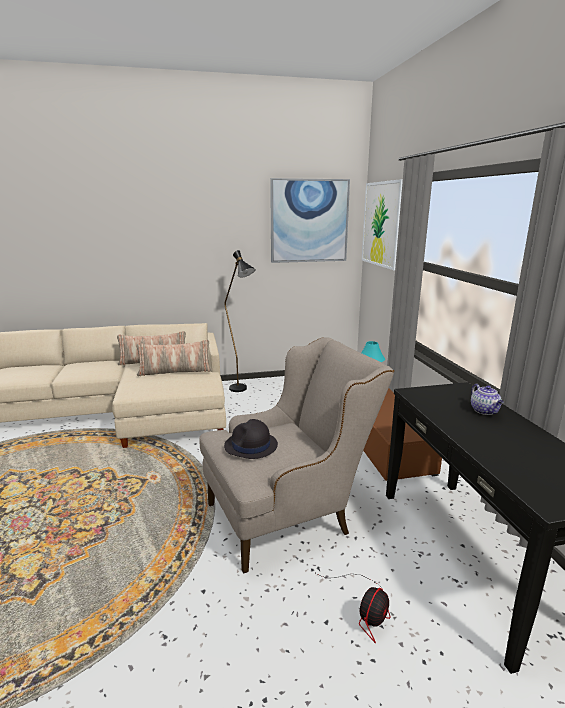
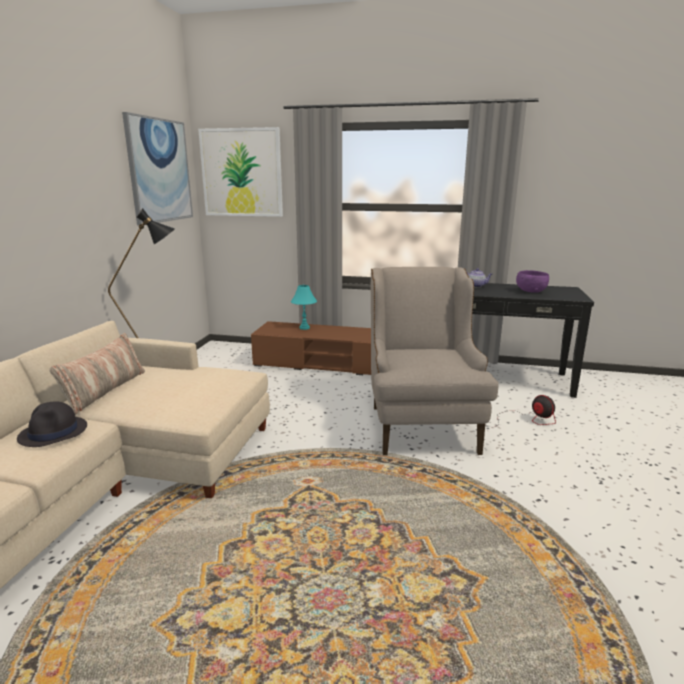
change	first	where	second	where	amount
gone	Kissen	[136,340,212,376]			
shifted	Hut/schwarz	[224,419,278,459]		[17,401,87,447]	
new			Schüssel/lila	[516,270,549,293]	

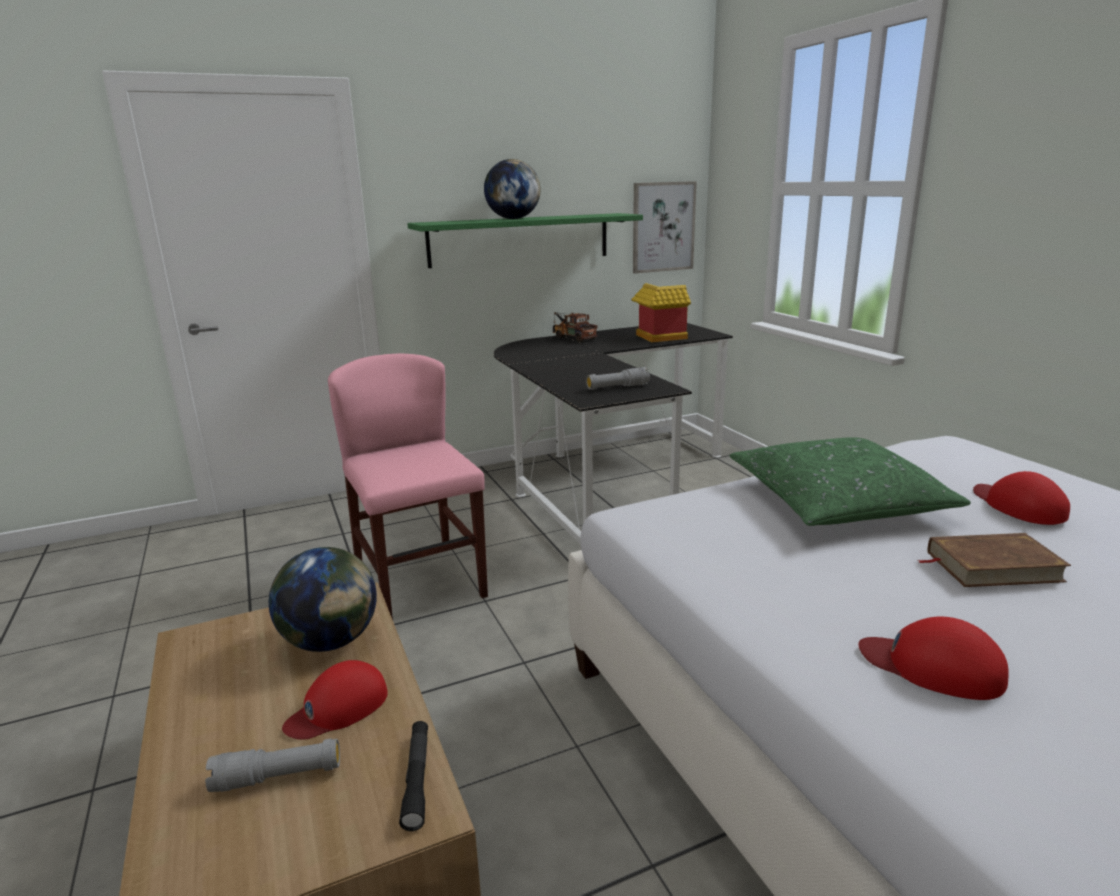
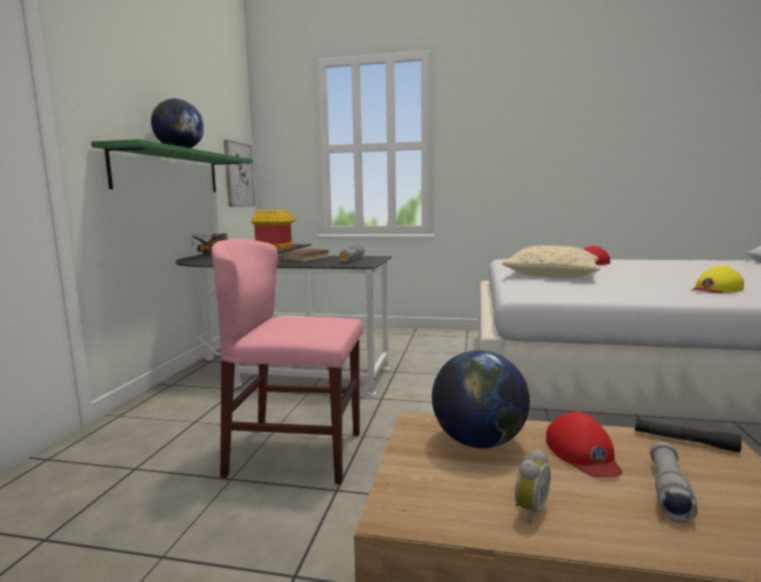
change	first	where	second	where	amount
repainted	Kissen/grün	[730,437,971,526]	Kissen/beige	[502,245,600,278]	
repainted	Kappe/rot	[859,617,1009,700]	Kappe/gelb	[691,265,744,293]	
shifted	Buch/braun	[918,533,1071,587]		[281,249,330,262]	
new			Wecker	[515,449,551,523]	

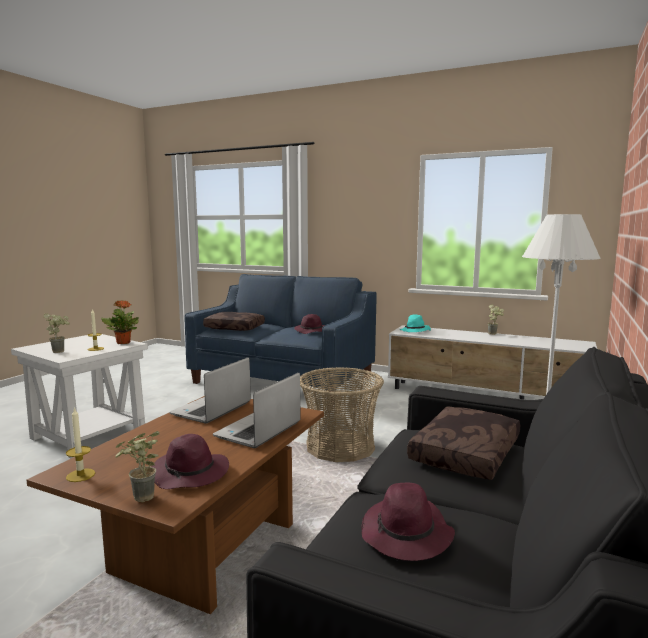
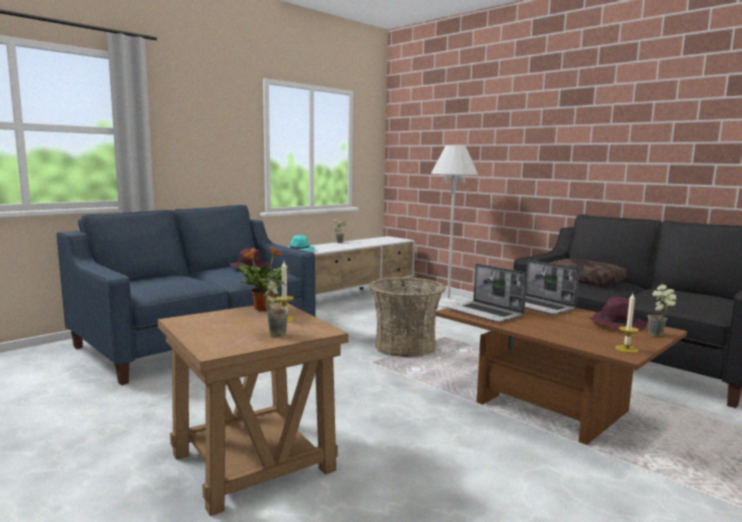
change	first	where	second	where	amount
repainted	Beistelltisch/weiß	[11,334,148,458]	Beistelltisch/braun	[158,302,348,516]	
gone	Kissen/braun	[203,312,265,331]			
gone	Hut/lila	[362,483,455,561]			

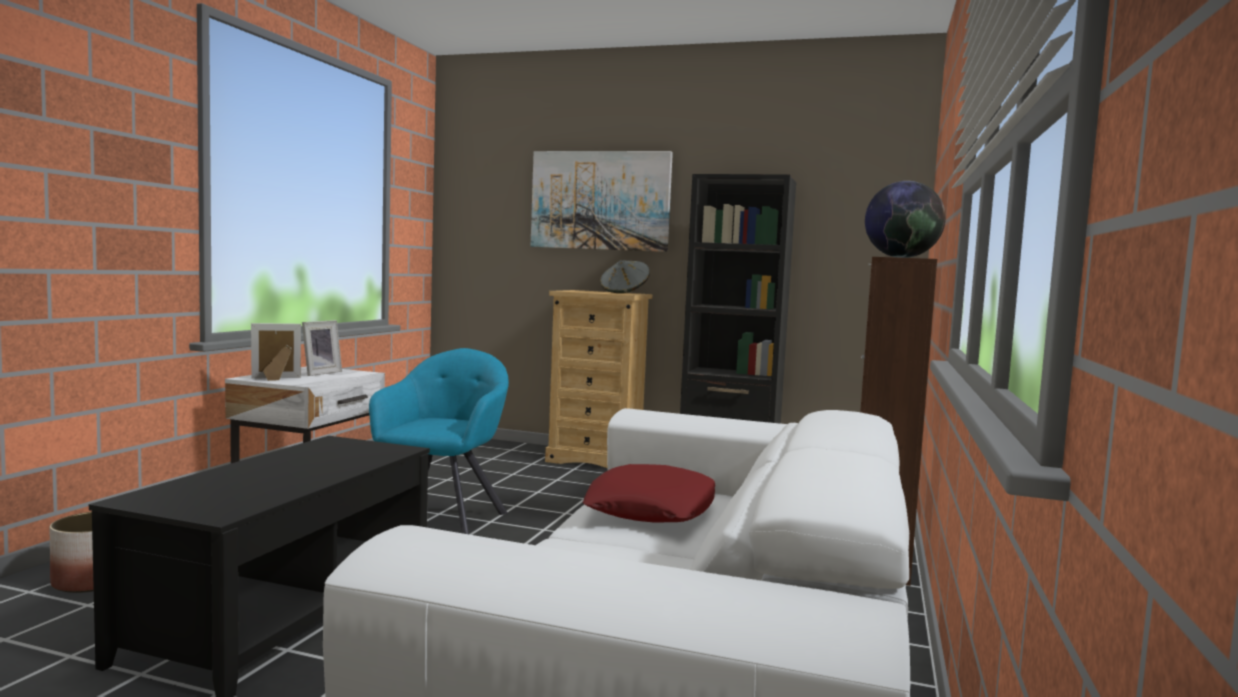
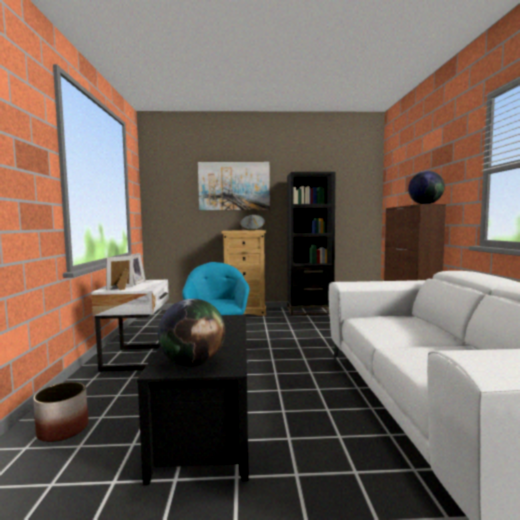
change	first	where	second	where	amount
gone	Kissen/rot	[583,464,715,523]			
new			Globus	[158,299,225,366]	

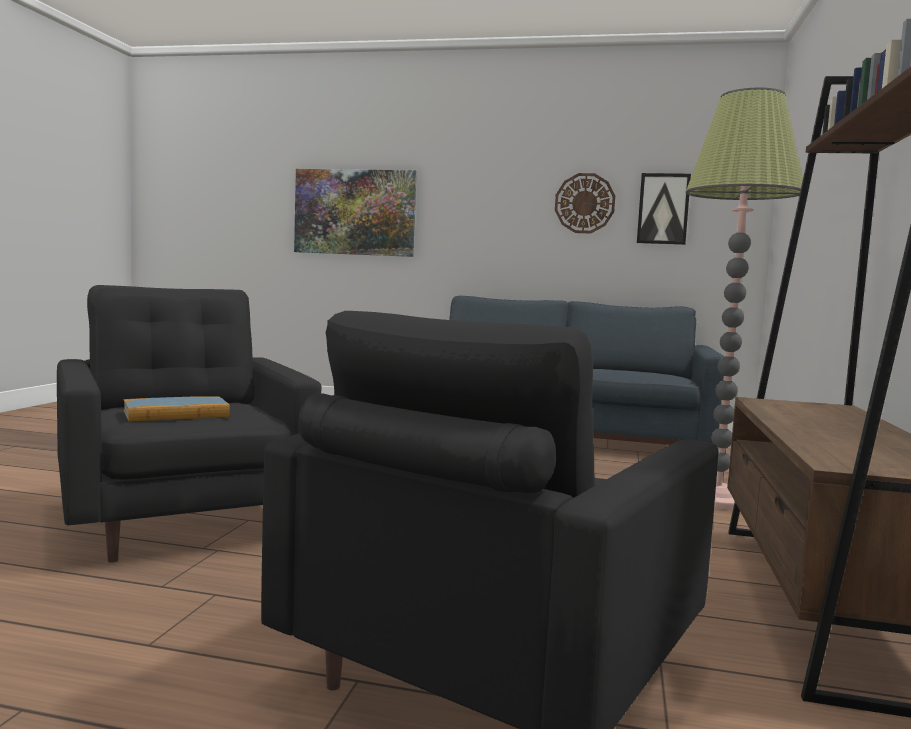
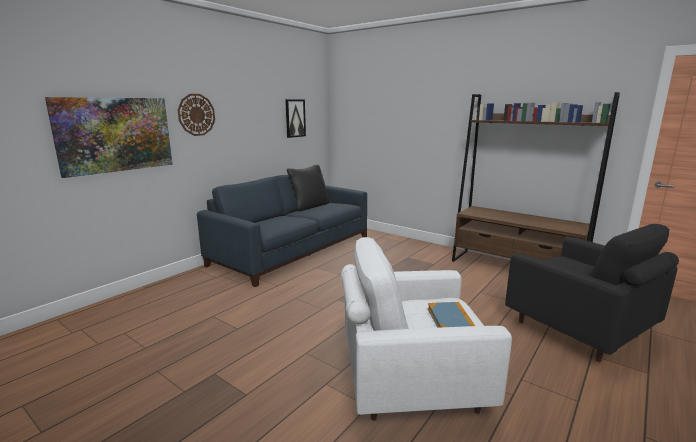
change	first	where	second	where	amount
repainted	Sessel/schwarz	[57,285,321,563]	Sessel/weiß	[341,237,512,421]	
shifted	Wanduhr	[555,173,615,234]		[178,94,215,136]	
gone	Stehlampe	[686,87,803,510]			
new			Kissen/schwarz	[287,164,329,211]	

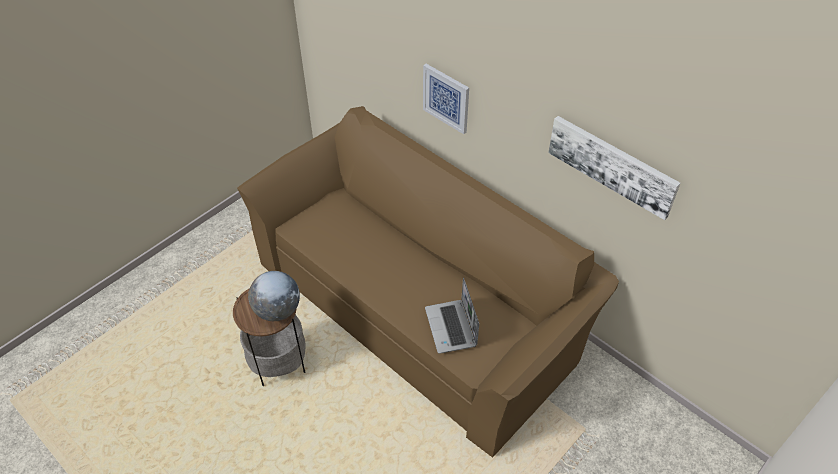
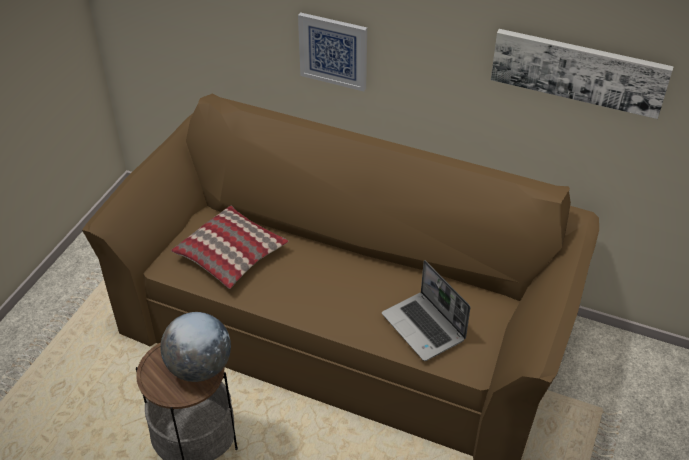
change	first	where	second	where	amount
new			Kissen	[171,206,289,289]	

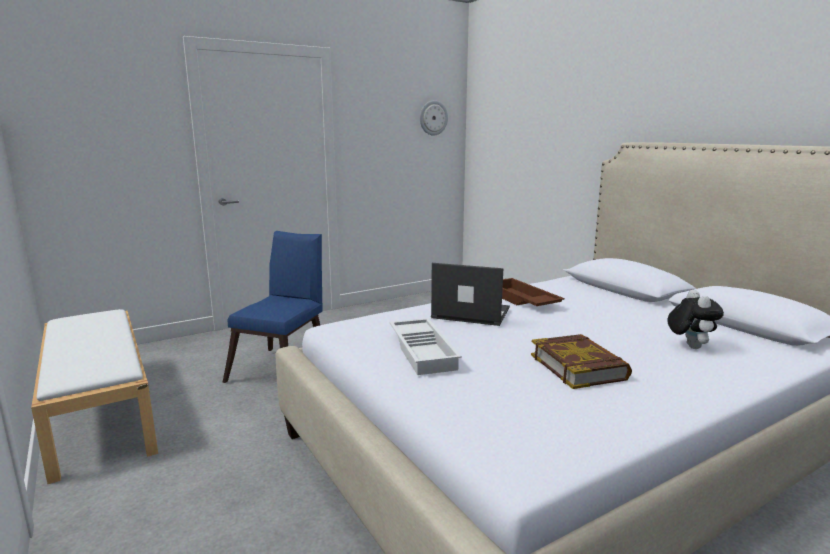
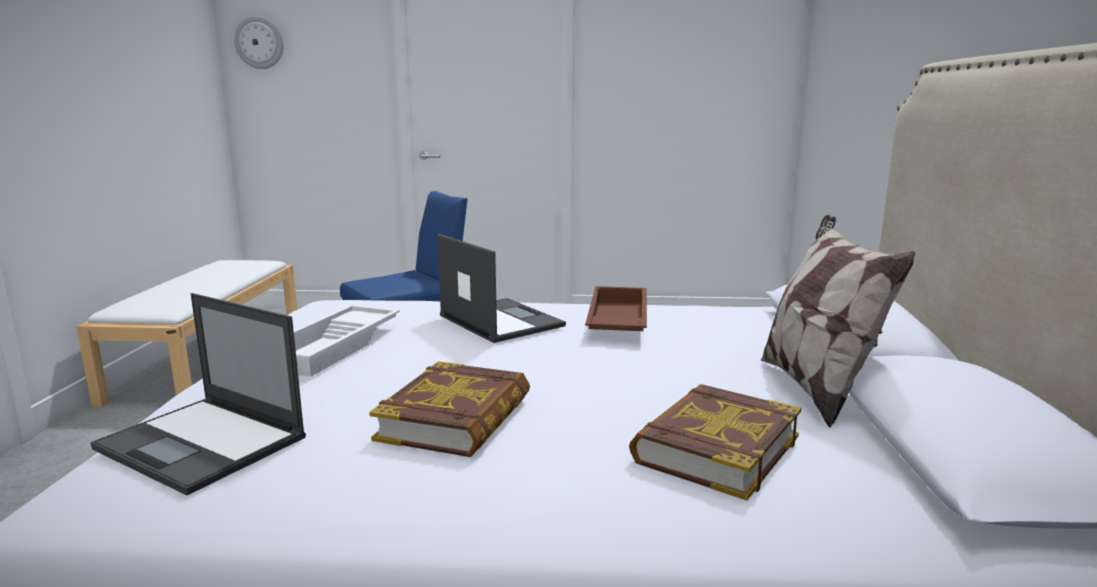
change	first	where	second	where	amount
shifted	Wanduhr	[420,100,448,136]		[234,16,284,69]	
swapped	Plüschtier	[668,290,724,349]	Buch	[629,384,801,501]	
new			Laptop	[90,293,306,495]	
new			Kissen	[761,214,915,428]	

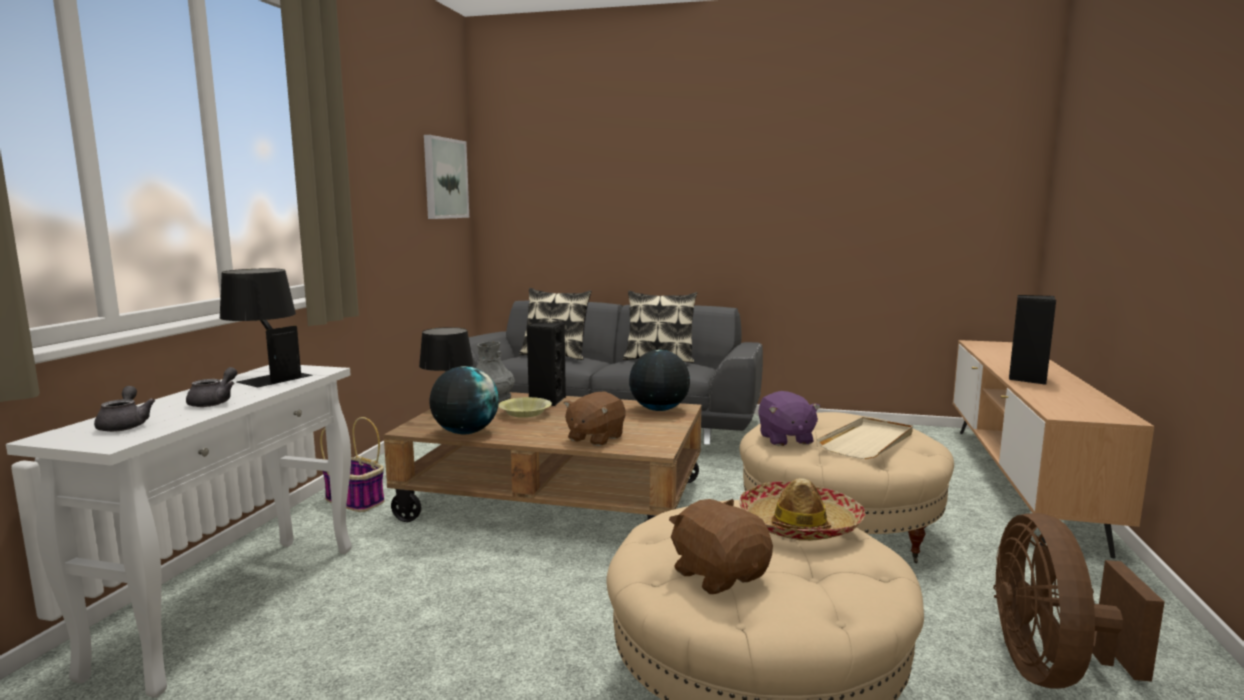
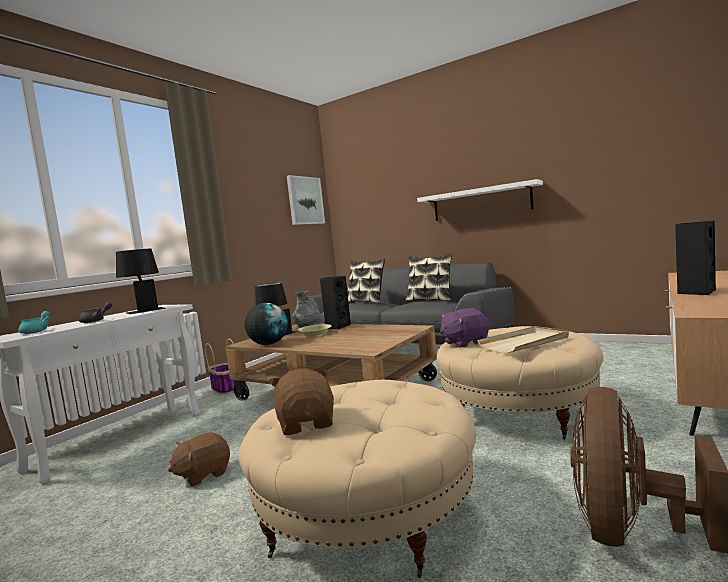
change	first	where	second	where	amount
repainted	Teekanne/grau	[94,386,155,432]	Teekanne/türkis	[18,311,50,334]	
shifted	Plüschtier/braun	[564,391,626,446]		[168,432,230,487]	
gone	Globus	[629,350,690,411]			
gone	Hut	[739,478,866,541]			
rotated	Plüschtier/lila	[758,391,821,446]		[440,308,489,348]	60 degrees clockwise
new			Wandregal/weiß	[417,179,543,221]	

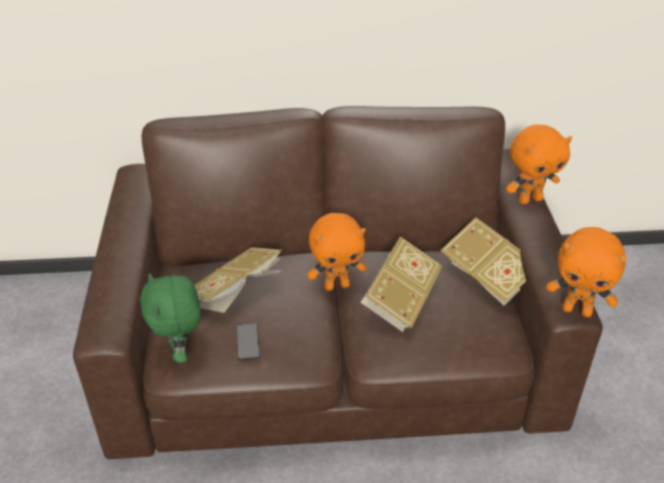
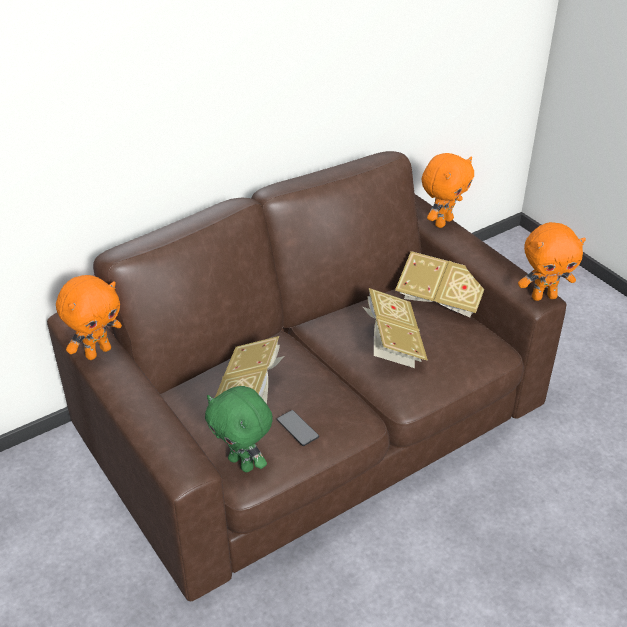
change	first	where	second	where	amount
shifted	Plüschtier/orange	[307,213,366,291]		[56,275,122,360]	

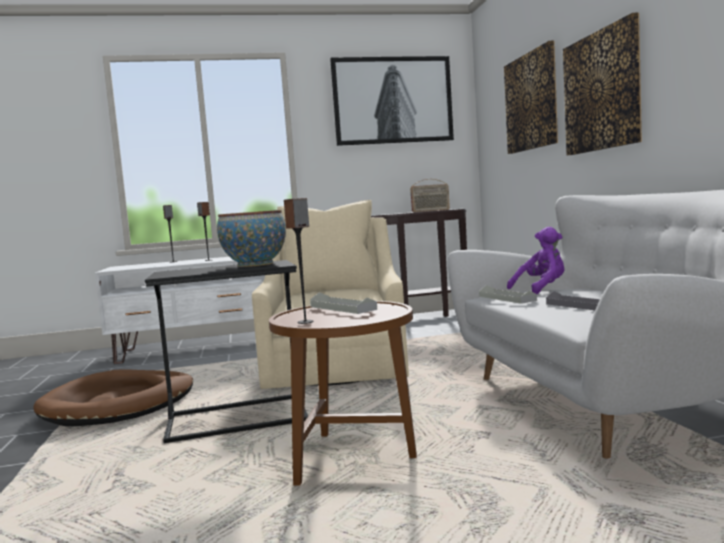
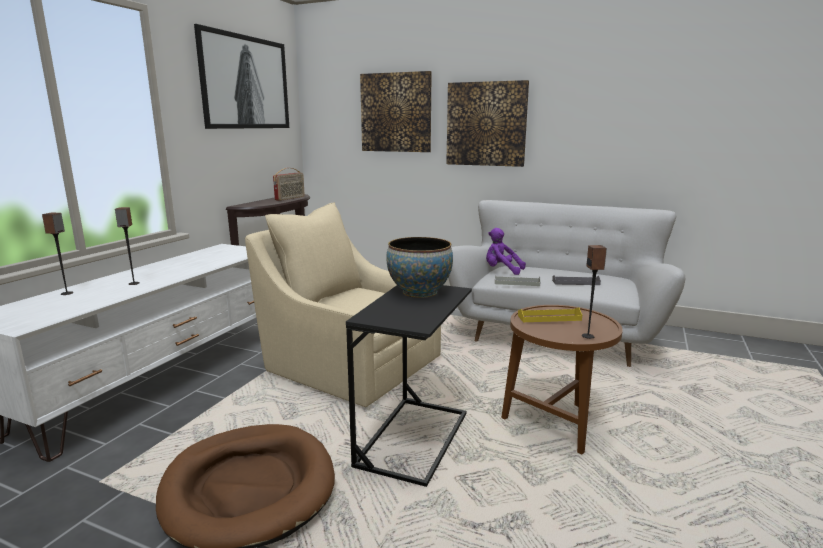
change	first	where	second	where	amount
repainted	Tablett/grau	[310,292,377,314]	Tablett/gelb	[518,308,582,322]	
rotated	Plüschtier/lila	[507,227,564,294]		[486,228,526,275]	75 degrees counterclockwise

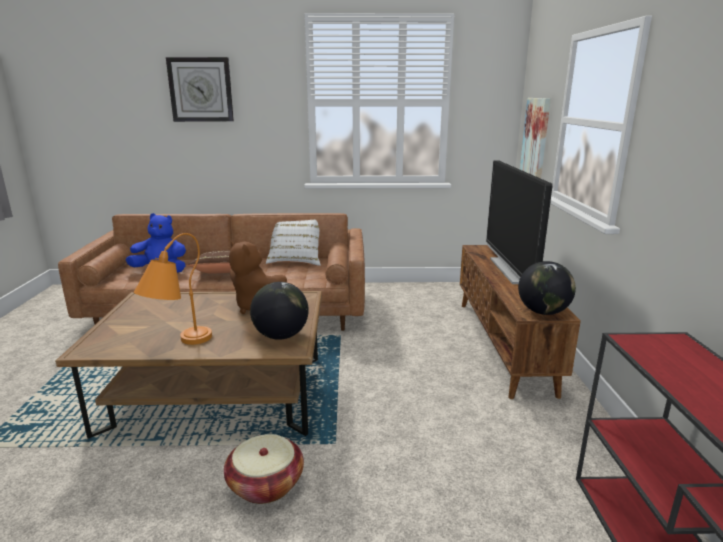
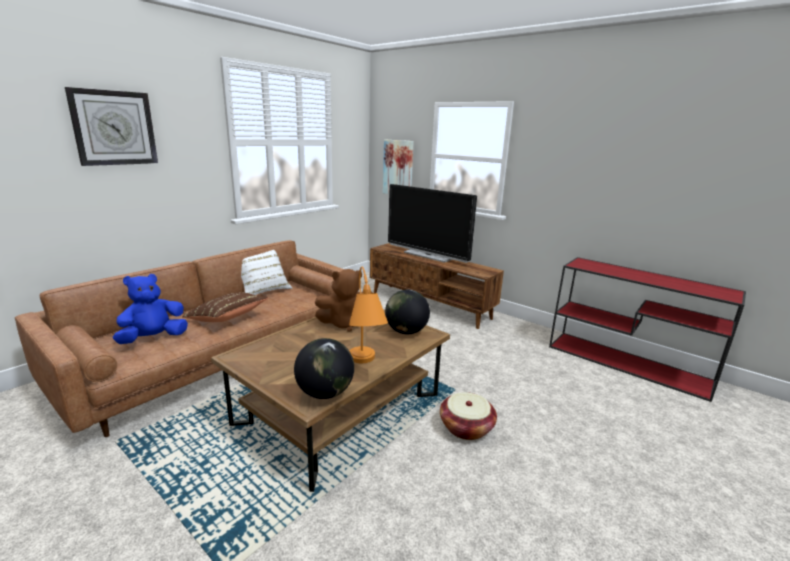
change	first	where	second	where	amount
shifted	Globus	[518,261,576,315]		[294,338,354,399]	

